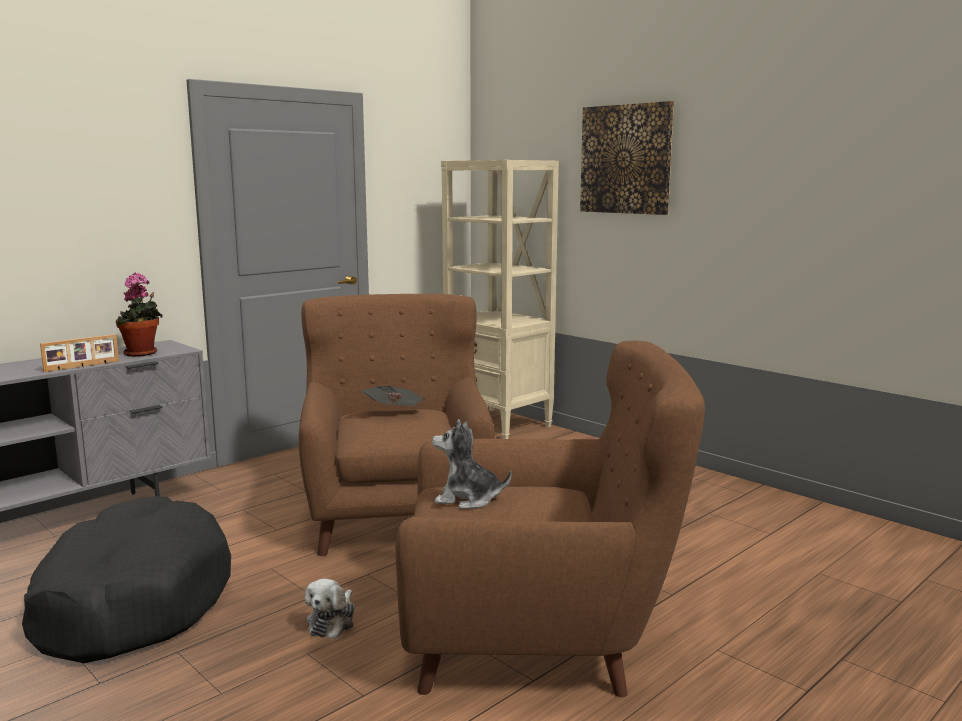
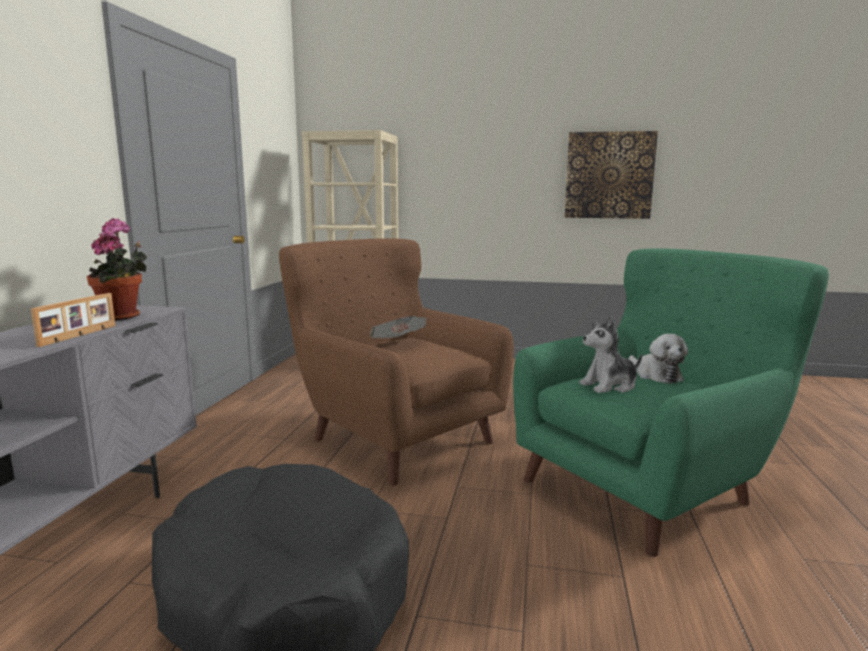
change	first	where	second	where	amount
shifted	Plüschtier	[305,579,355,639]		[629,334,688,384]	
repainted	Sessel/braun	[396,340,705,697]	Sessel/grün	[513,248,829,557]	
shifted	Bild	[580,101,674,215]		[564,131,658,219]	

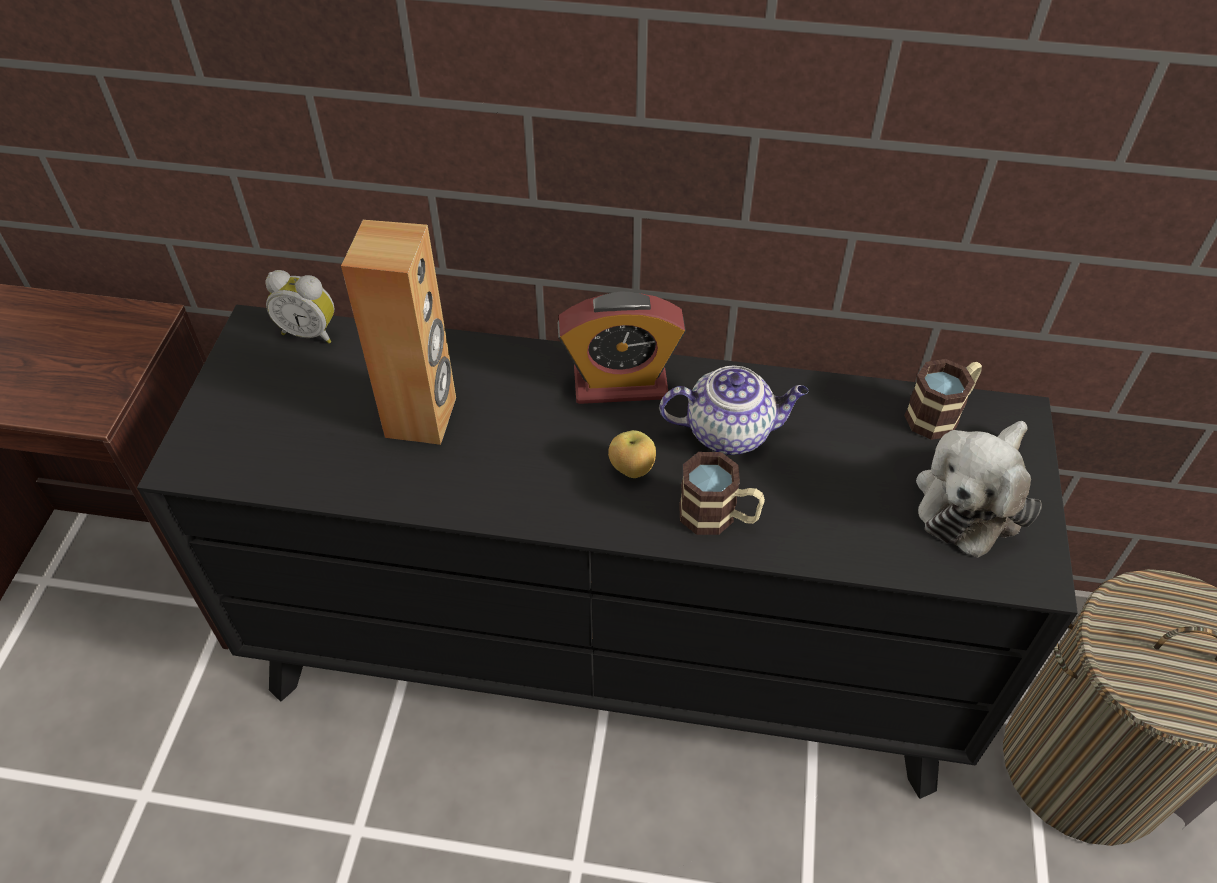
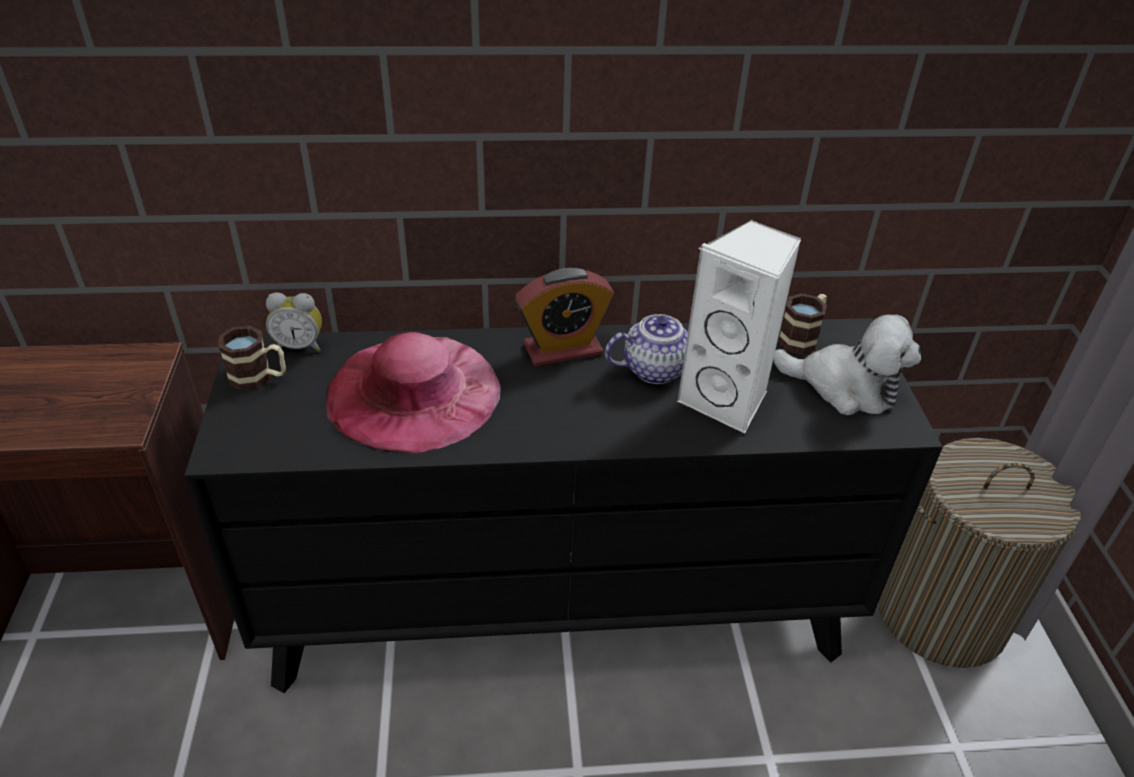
change	first	where	second	where	amount
swapped	Lautsprecher/braun	[341,220,456,445]	Hut/rosa	[326,332,500,454]	
gone	Apfel	[608,430,656,478]			
shifted	Henkelbecher	[679,452,765,535]		[218,325,286,391]	
rotated	Plüschtier	[916,421,1042,558]		[773,314,921,415]	90 degrees counterclockwise
new			Lautsprecher/weiß	[677,220,801,434]	

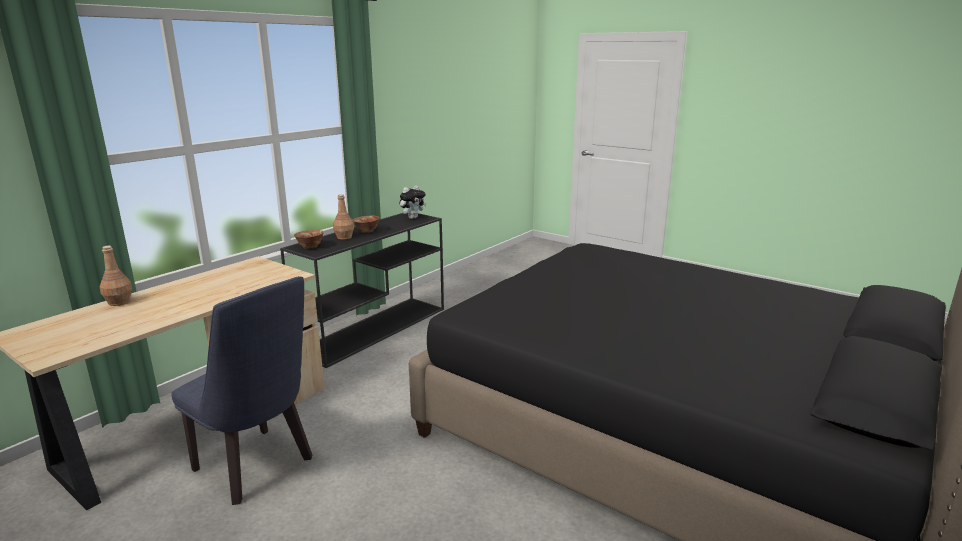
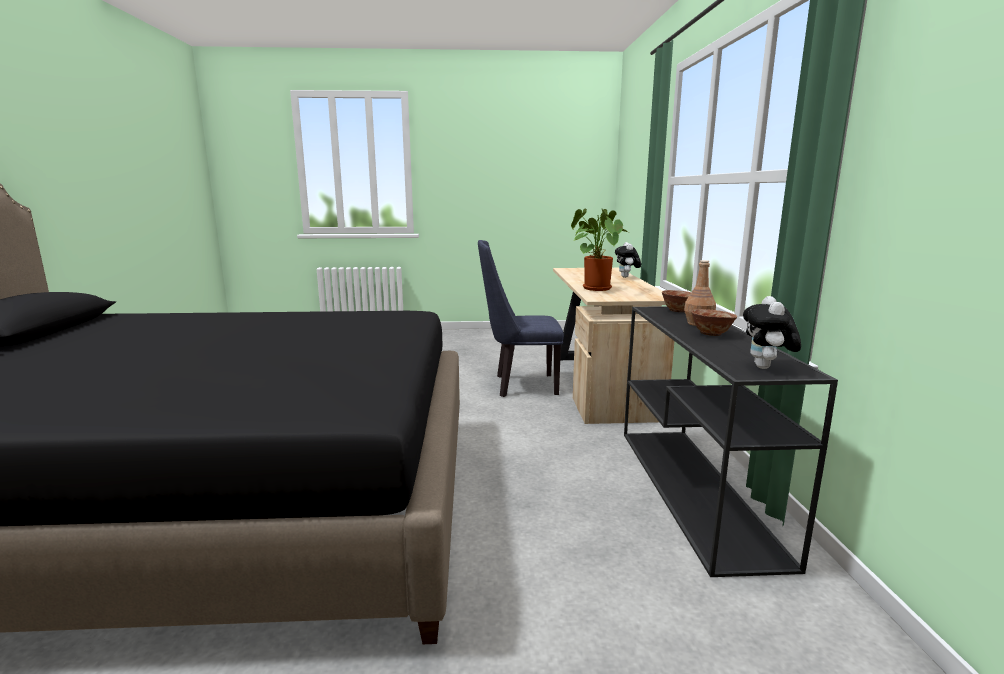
change	first	where	second	where	amount
swapped	Flasche/braun	[100,246,132,306]	Plüschtier	[615,242,641,278]	
new			Topfpflanze	[571,208,628,291]	

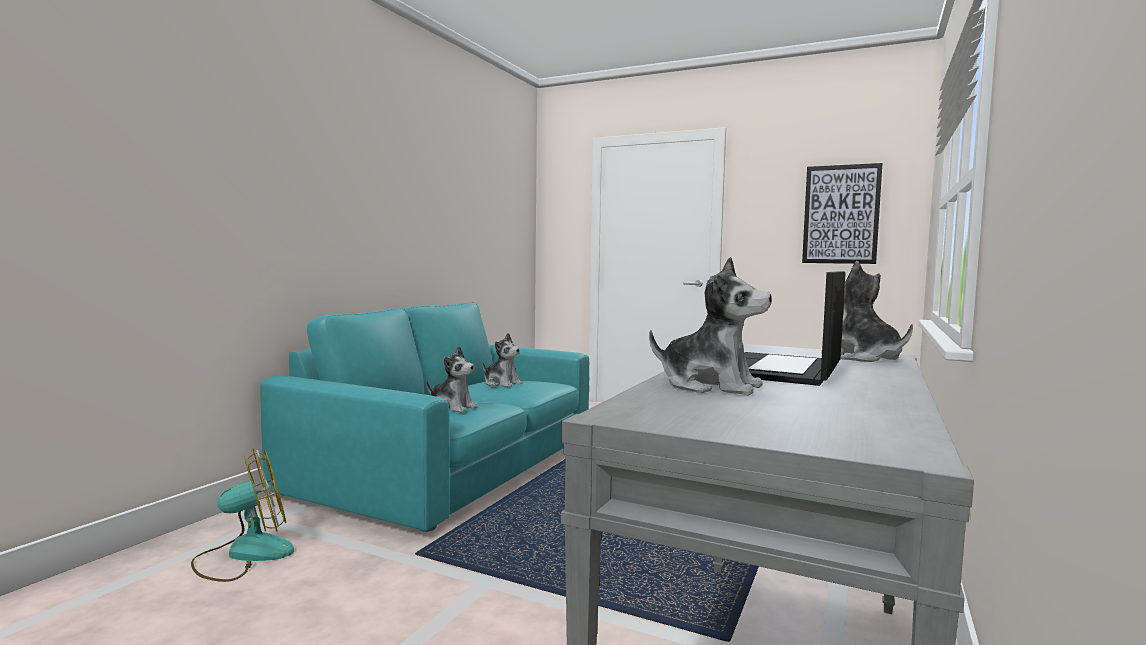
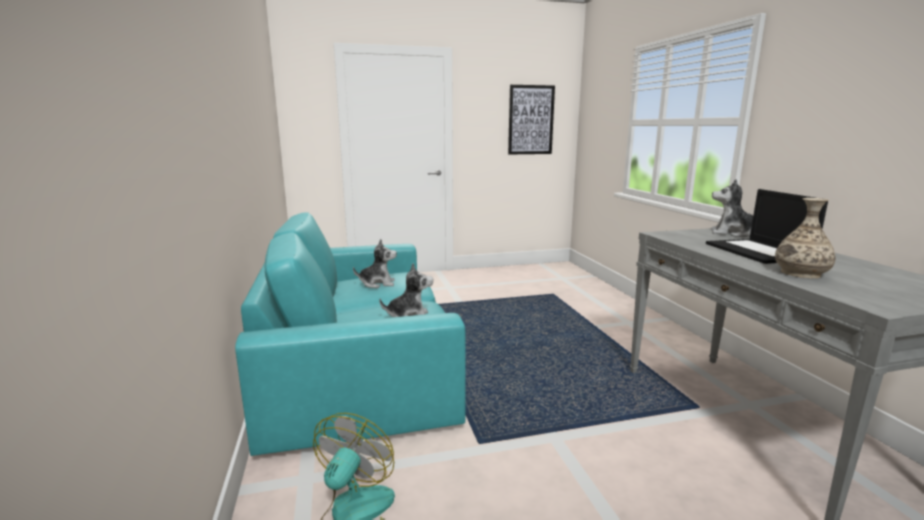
change	first	where	second	where	amount
swapped	Plüschtier	[649,257,772,396]	Vase	[775,198,836,278]	

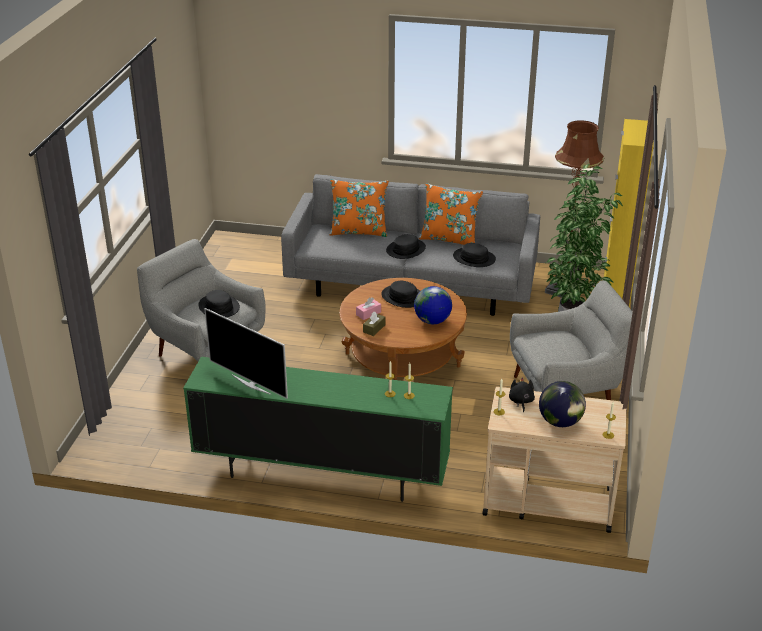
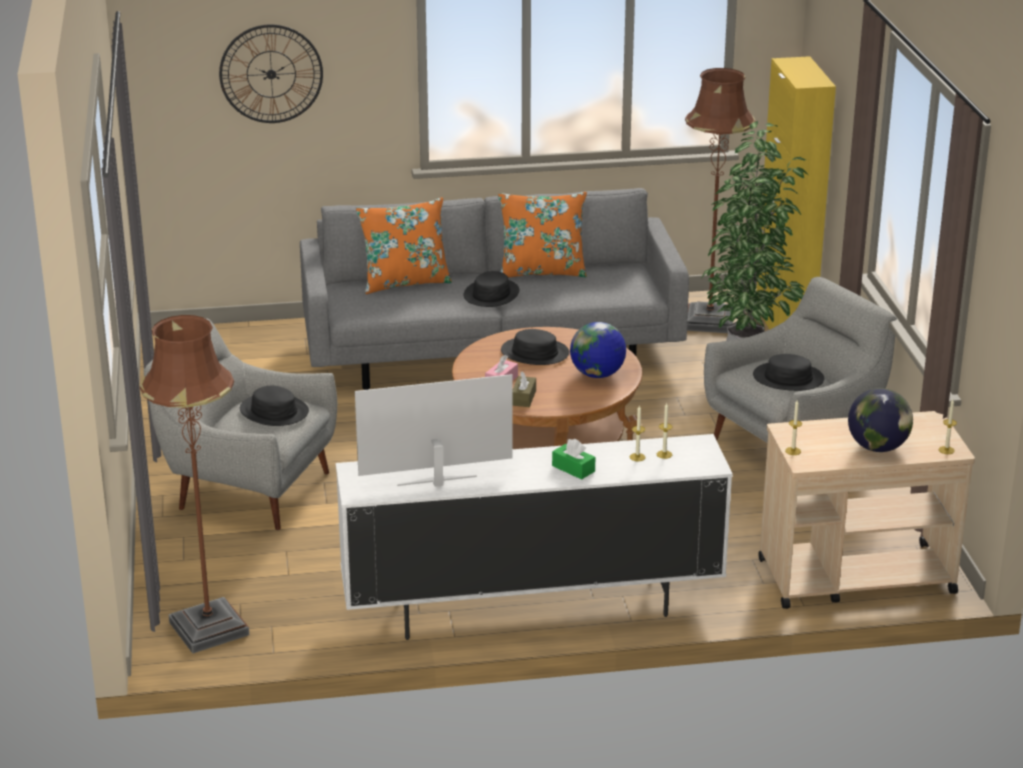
change	first	where	second	where	amount
repainted	Fernsehschrank/grün	[183,357,453,502]	Fernsehschrank/weiß	[336,434,733,640]	
rotated	Fernseher	[204,308,288,399]		[355,374,512,487]	150 degrees clockwise
shifted	Hut/schwarz	[453,243,496,267]		[753,354,824,391]	
gone	Plüschtier/schwarz	[509,377,535,413]			
new			Stehlampe/braun	[140,315,249,654]	
new			Wanduhr	[219,24,323,123]	
new			Taschentuchbox/grün	[552,439,595,480]	

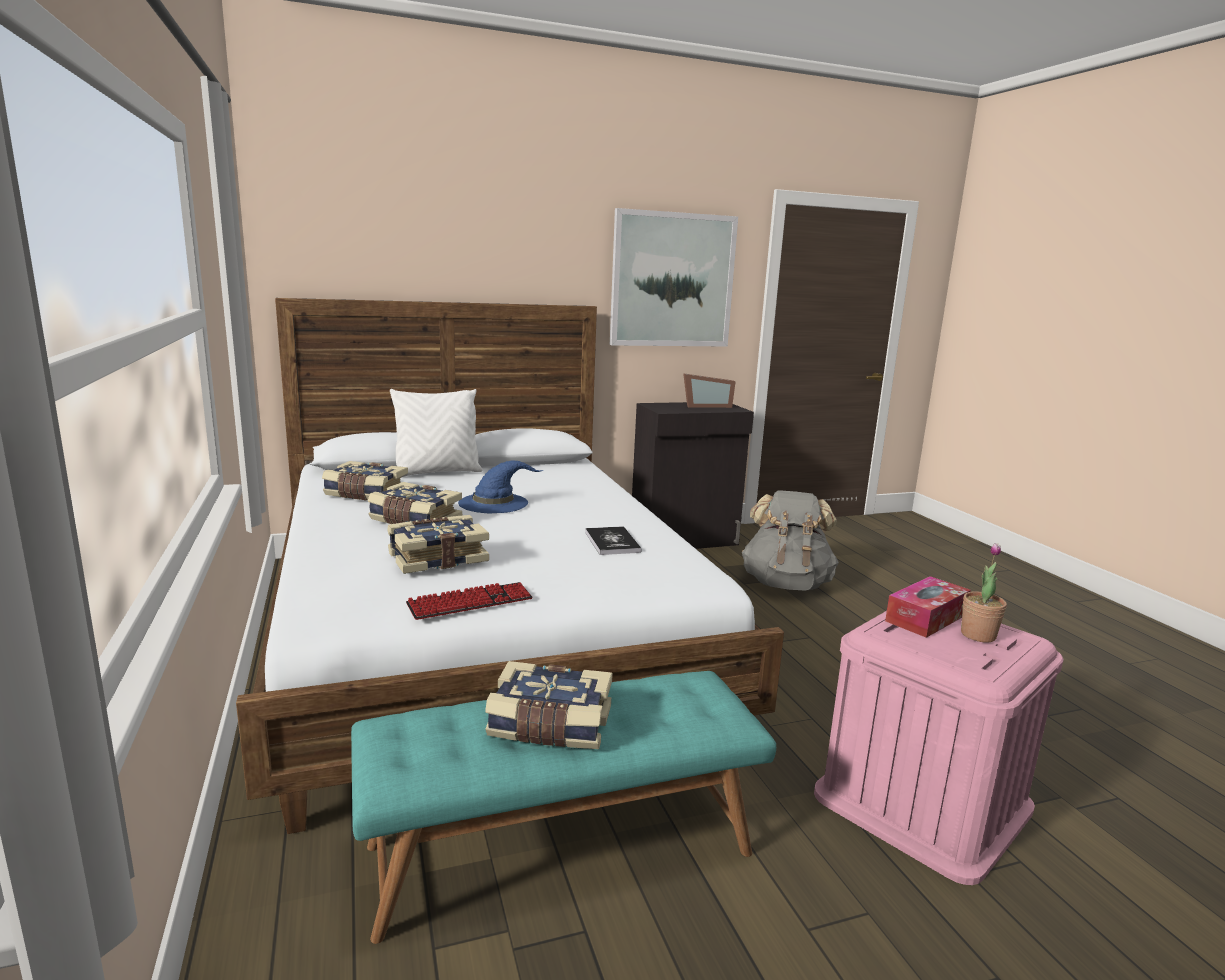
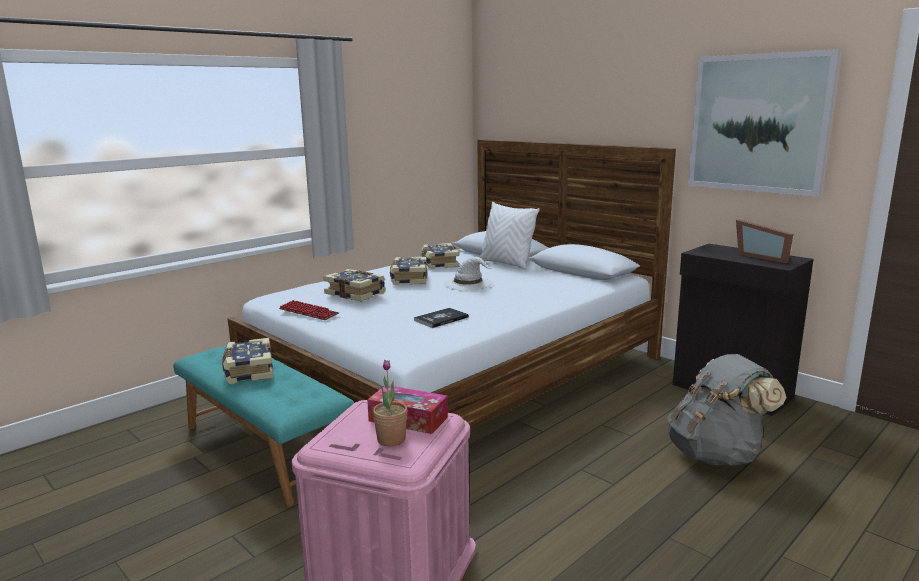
change	first	where	second	where	amount
repainted	Hut/blau	[458,460,543,513]	Hut/weiß	[444,257,492,291]	

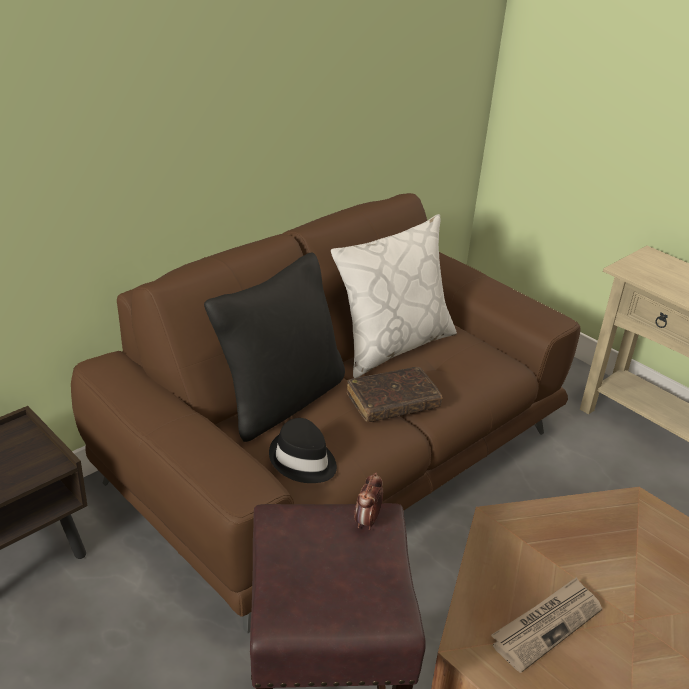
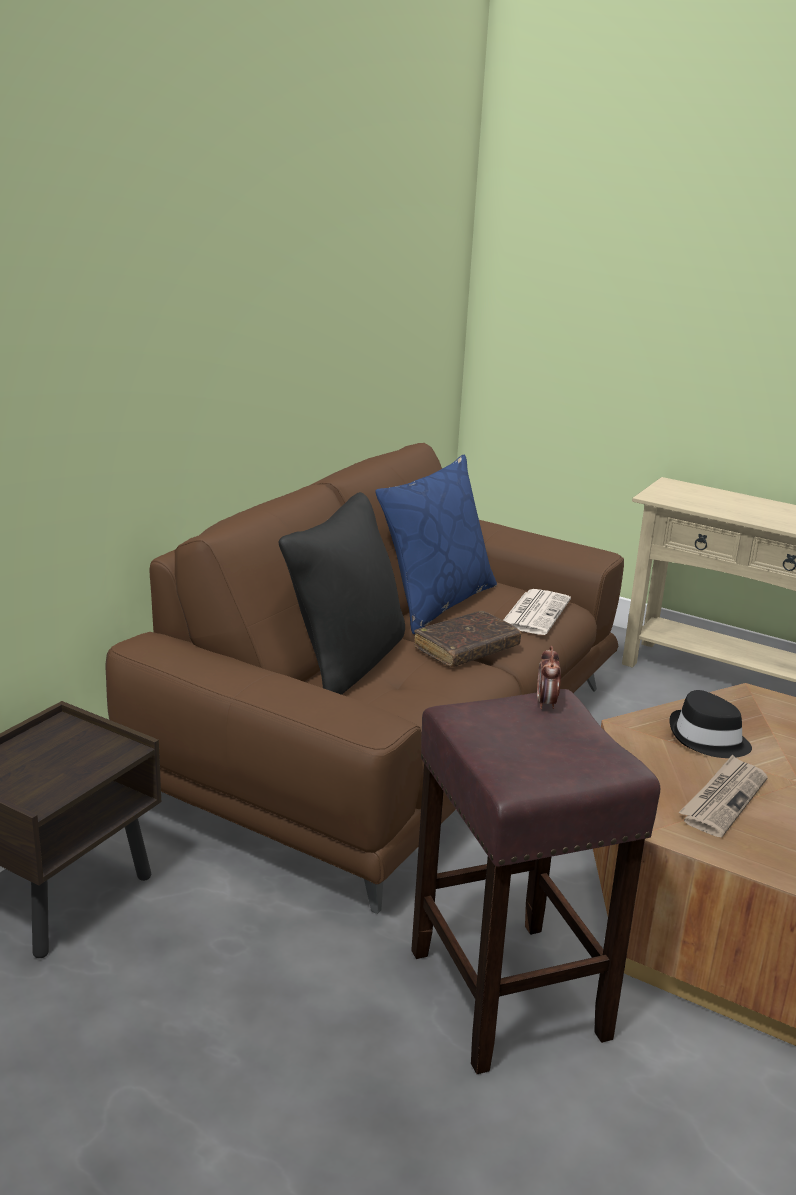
change	first	where	second	where	amount
shifted	Hut/schwarz	[269,418,337,483]		[669,690,752,758]	
repainted	Kissen/weiß	[331,214,457,378]	Kissen/blau	[375,454,497,634]	
new			Zeitung	[503,589,571,635]	

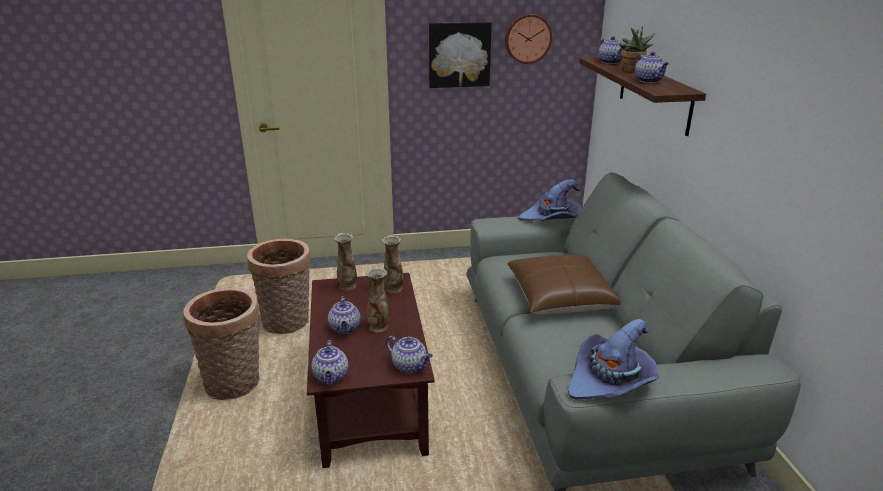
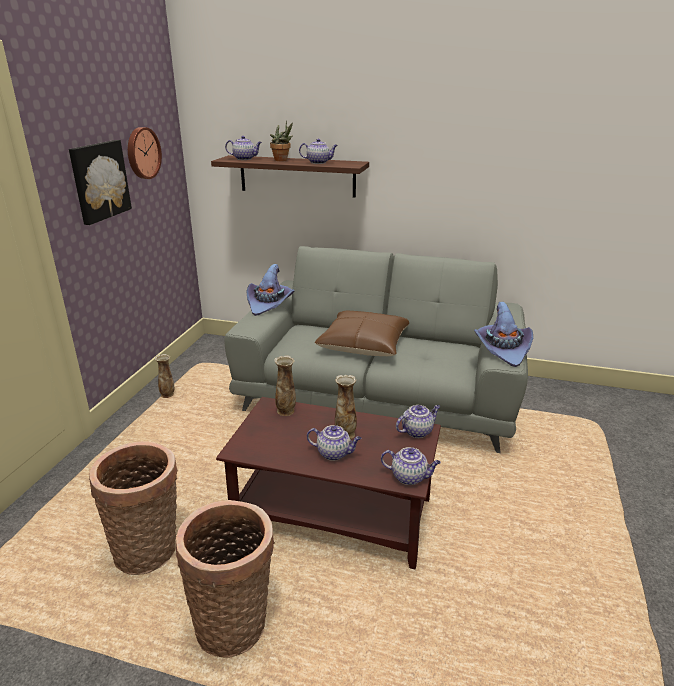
change	first	where	second	where	amount
shifted	Vase	[334,233,357,291]		[155,354,174,398]	

